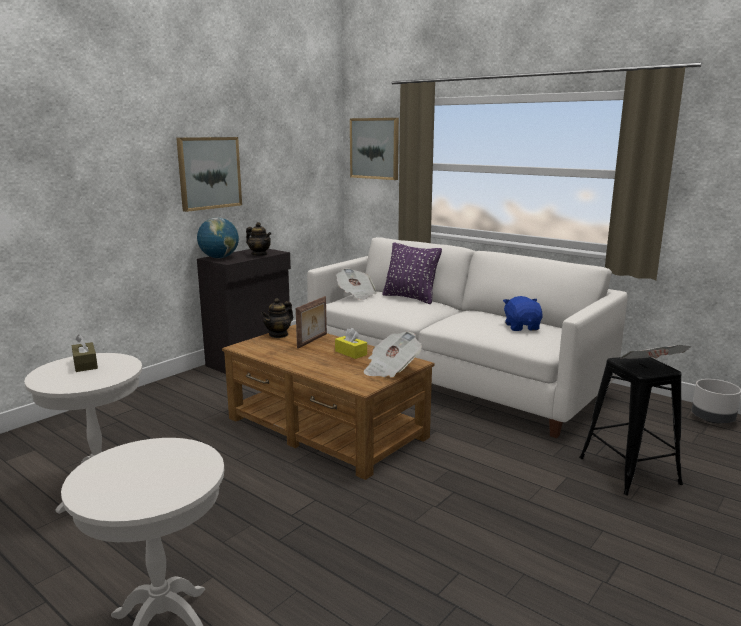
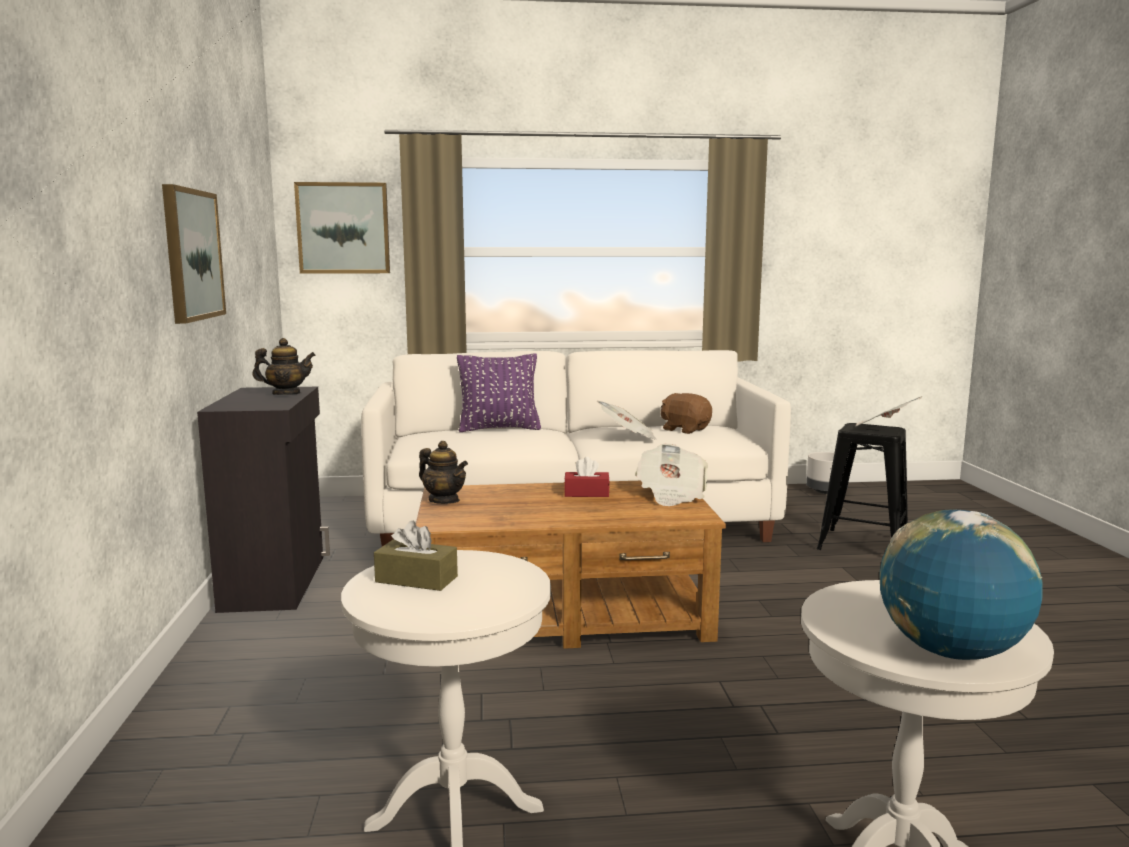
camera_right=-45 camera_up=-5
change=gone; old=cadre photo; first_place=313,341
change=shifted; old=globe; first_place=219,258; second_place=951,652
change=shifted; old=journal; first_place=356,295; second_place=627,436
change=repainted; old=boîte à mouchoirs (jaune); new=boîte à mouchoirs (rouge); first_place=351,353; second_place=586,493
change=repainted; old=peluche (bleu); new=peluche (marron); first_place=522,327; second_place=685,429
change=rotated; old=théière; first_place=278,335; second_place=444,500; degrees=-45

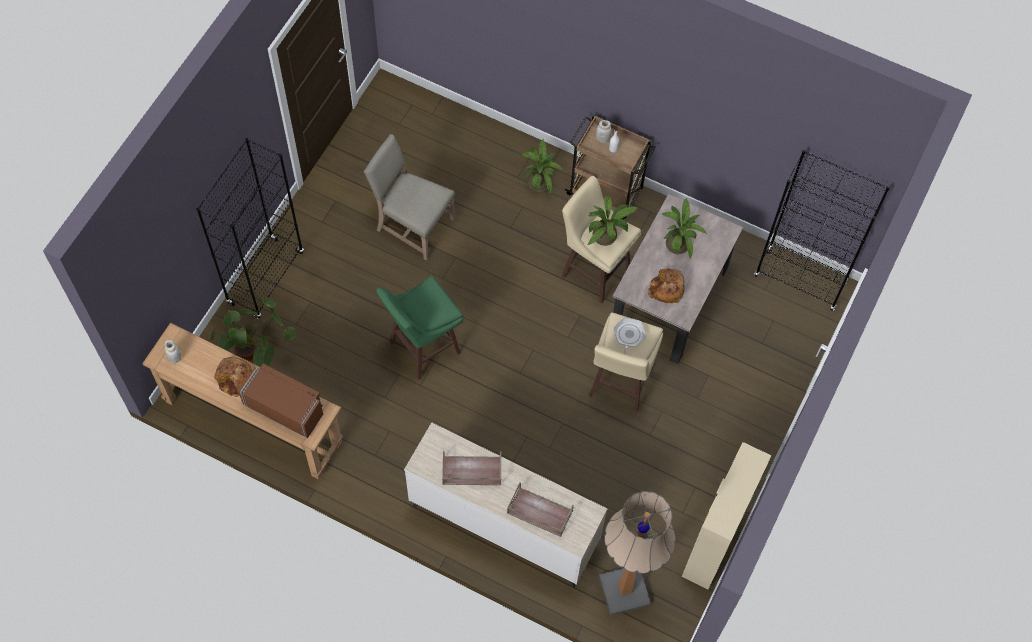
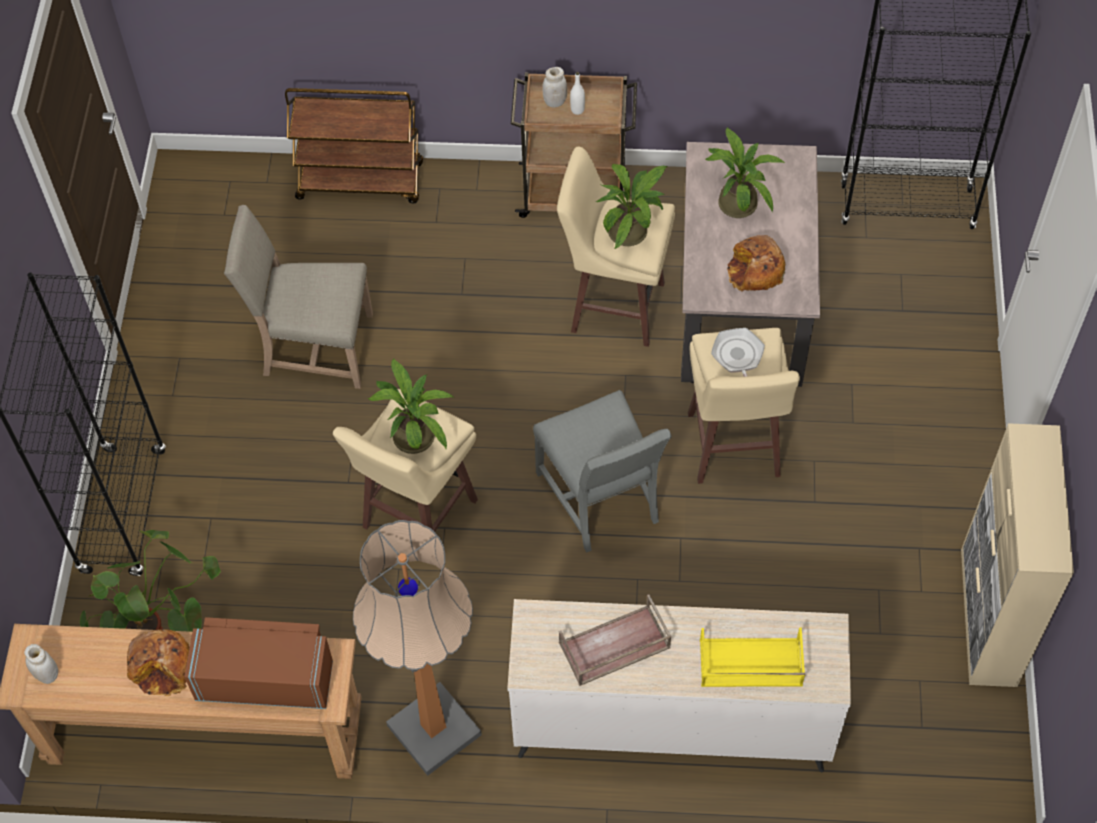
camera_right=-20 camera_up=-5
change=new; new=chariot (marron); second_place=361,181
change=new; new=chaise (gris); second_place=601,498
change=shifted; old=plante en pot; first_place=540,180; second_place=414,432
change=shifted; old=lampadaire; first_place=624,590; second_place=434,730
change=repainted; old=tabouret (vert); new=tabouret (beige); first_place=423,348; second_place=417,516
change=repainted; old=plateau (marron); new=plateau (jaune); first_place=539,512; second_place=749,664

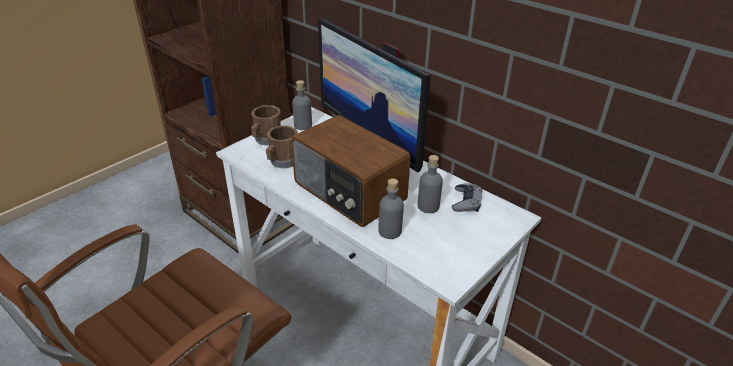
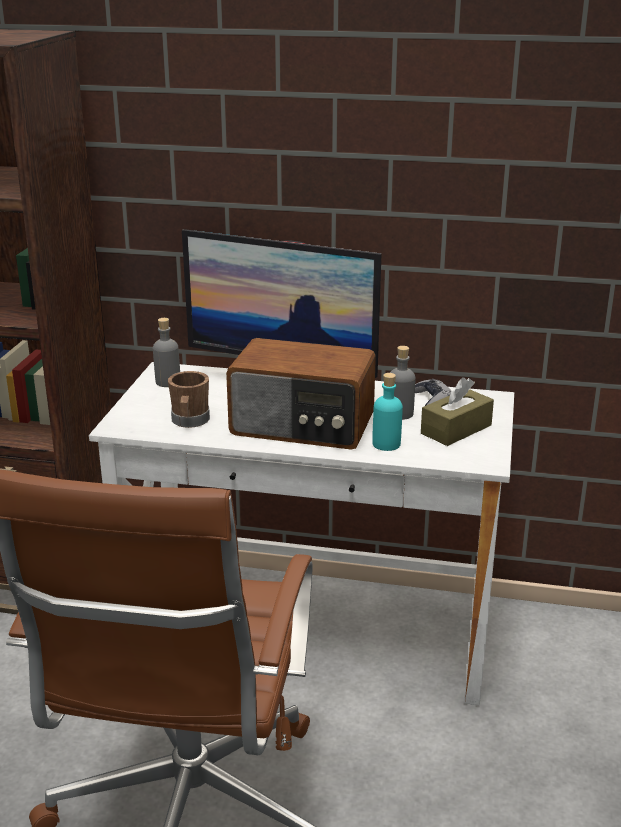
camera_right=-30 camera_up=-10
change=gone; old=mug (marron); first_place=266,140
change=new; new=boîte à mouchoirs (marron); second_place=456,429
change=repainted; old=bouteille (gris); new=bouteille (turquoise); first_place=390,231; second_place=386,444

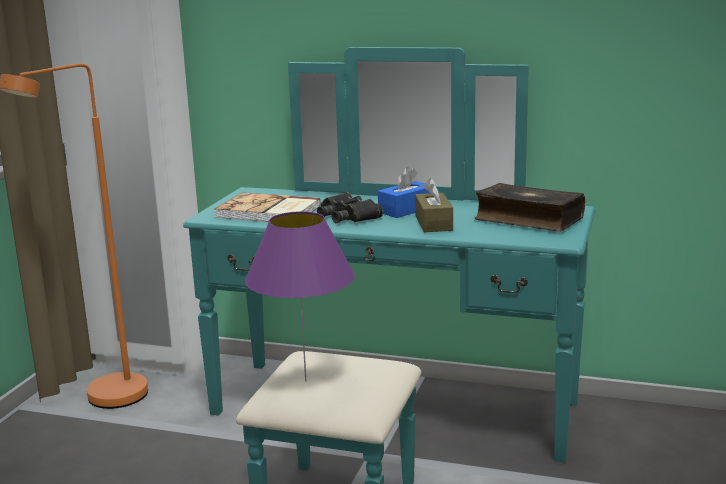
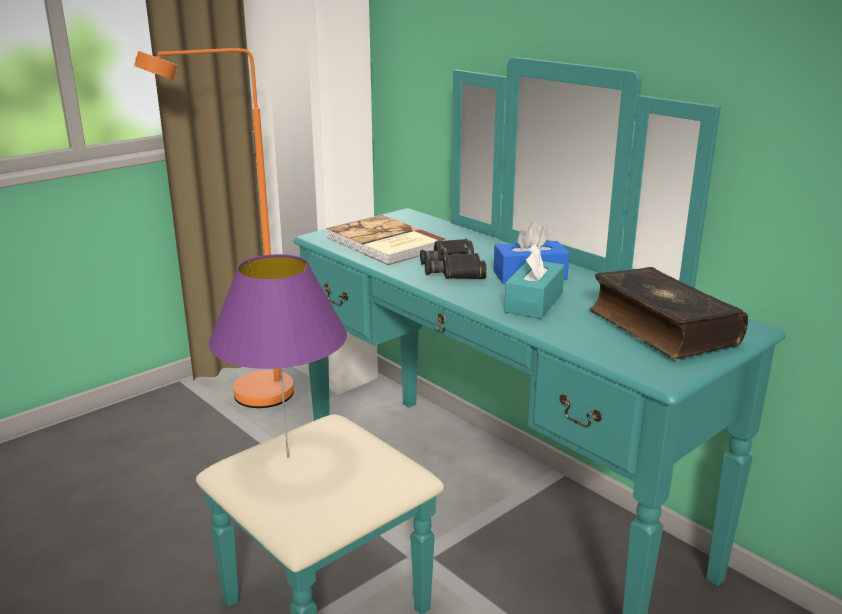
camera_right=30 camera_up=5
change=repainted; old=boîte à mouchoirs (marron); new=boîte à mouchoirs (turquoise); first_place=433,223; second_place=534,302

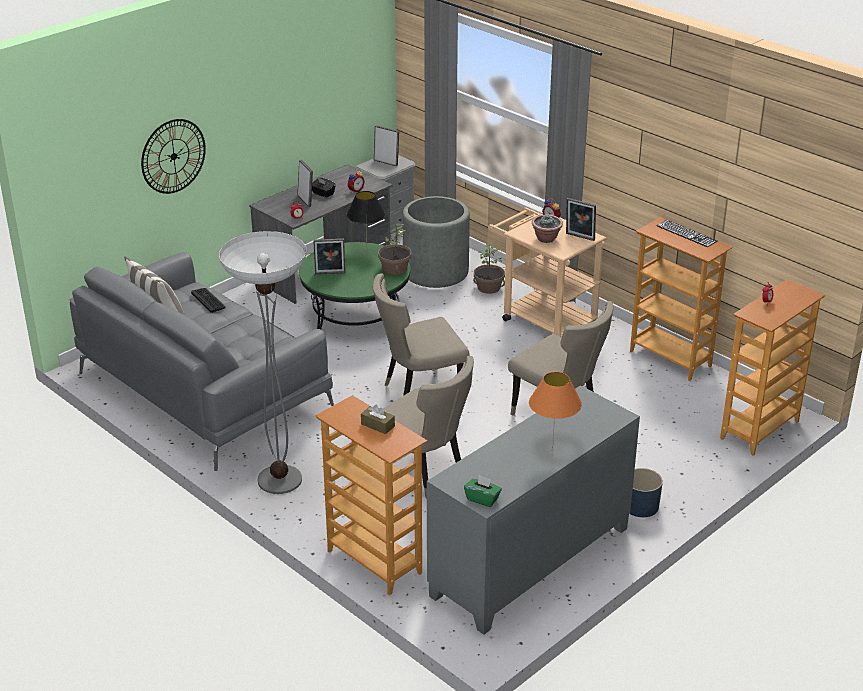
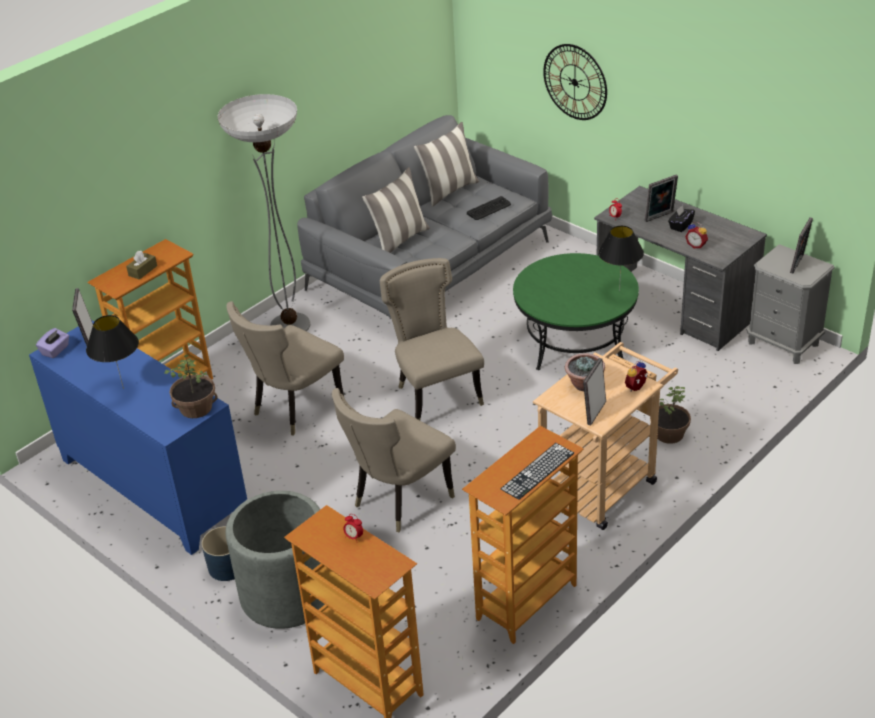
camera_right=90 camera_up=5
change=new; new=coussin; second_place=399,240
change=shifted; old=cadre photo; first_place=330,274; second_place=88,338
change=shifted; old=plante en pot; first_place=394,269; second_place=196,407
change=shifted; old=cache-pot (gris); first_place=435,272; second_place=286,594
change=repainted; old=meuble de rangement (gris); new=meuble de rangement (bleu); first_place=531,562; second_place=151,487
change=repainted; old=boîte à mouchoirs (vert); new=boîte à mouchoirs (violet); first_place=482,499; second_place=55,350
change=repainted; old=lampe de table (orange); new=lampe de table (noir); first_place=552,447; second_place=123,388

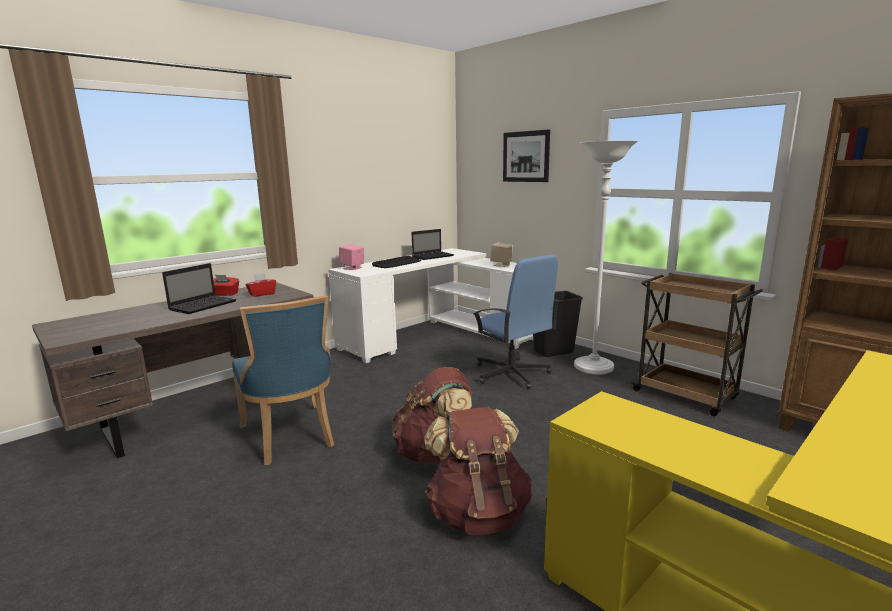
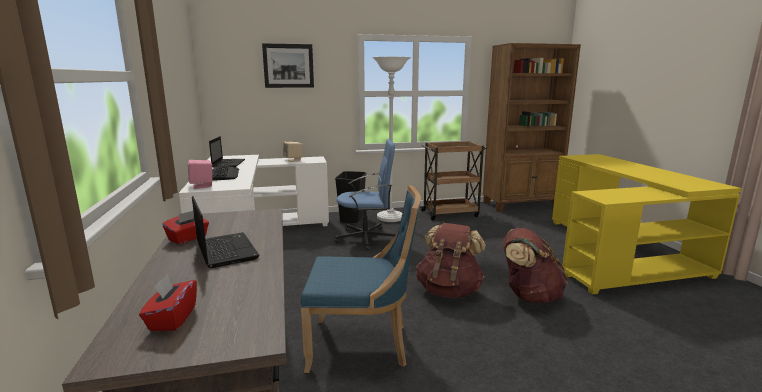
camera_right=-60 camera_up=0
change=shifted; old=boîte à mouchoirs (rouge); first_place=262,294; second_place=172,319

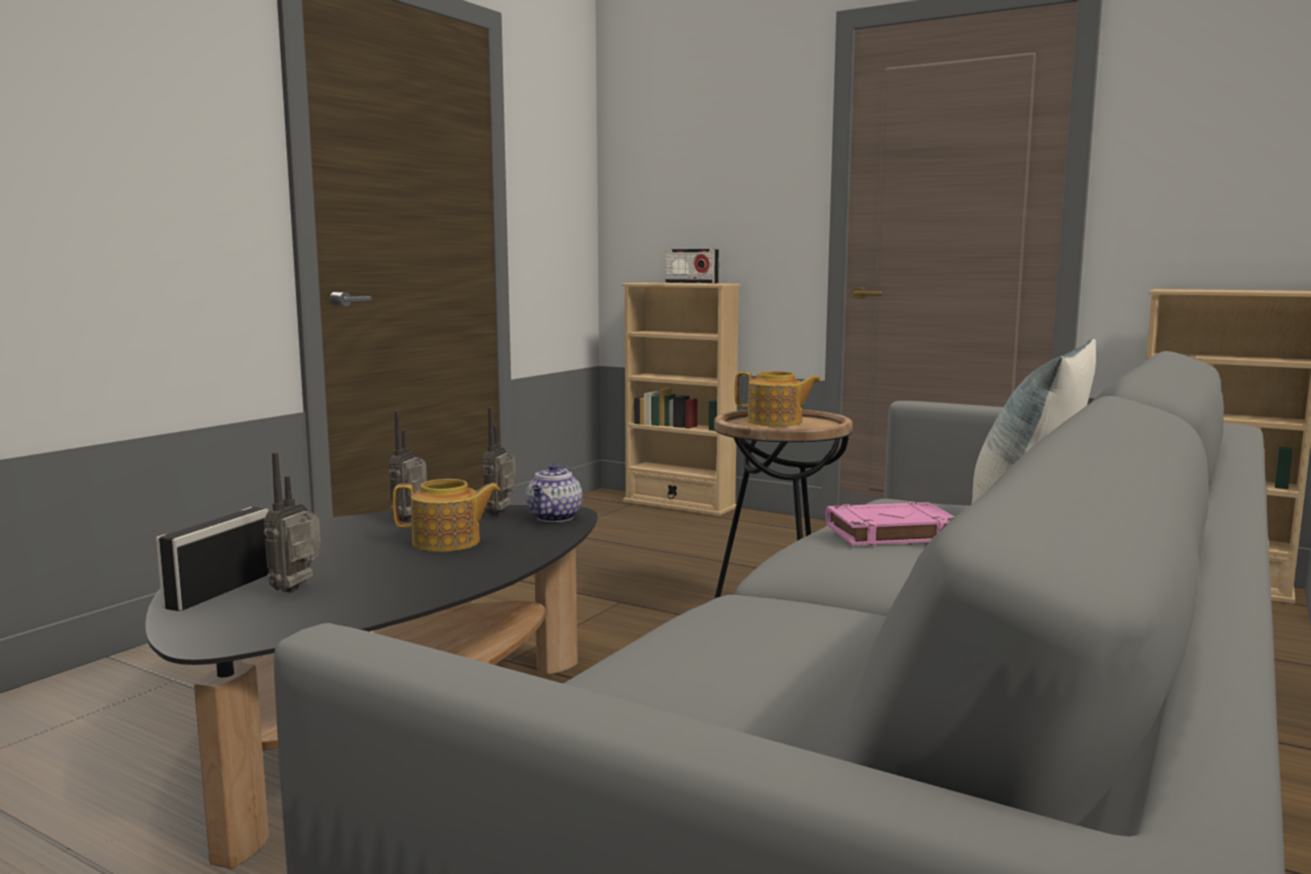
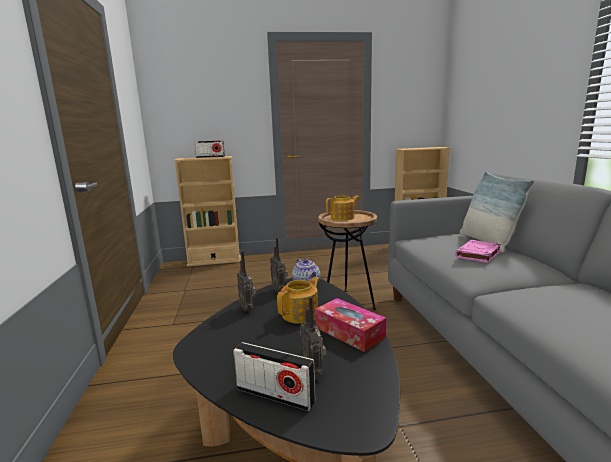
camera_right=-40 camera_up=5
change=new; new=boîte à mouchoirs; second_place=349,332
change=rotated; old=radio; first_place=221,590; second_place=275,395; degrees=-45

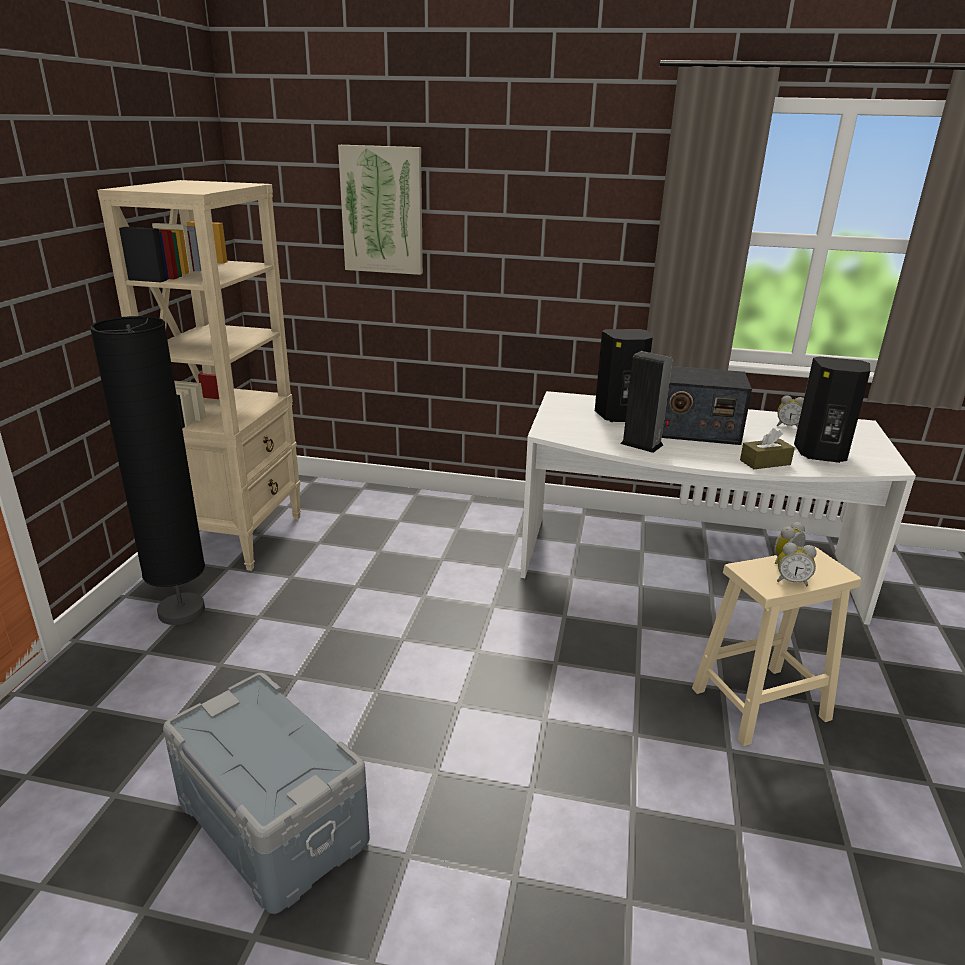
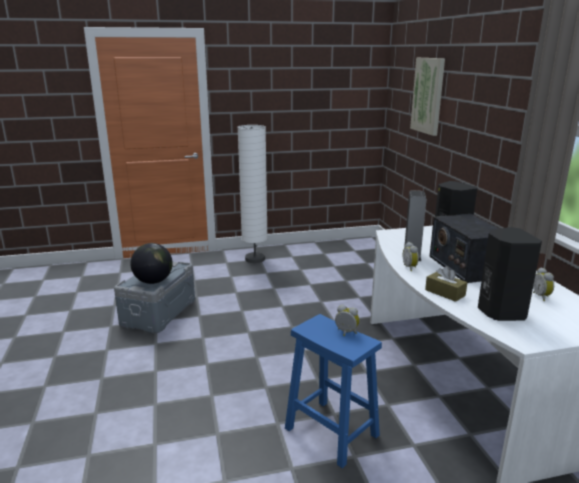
camera_right=65 camera_up=-5
change=gone; old=bibliothèque (beige); first_place=240,536
change=new; new=globe; second_place=153,281
change=shifted; old=réveil; first_place=791,581; second_place=410,267
change=repainted; old=lampadaire (noir); new=lampadaire (blanc); first_place=181,611; second_place=255,259
change=repainted; old=tabouret (beige); new=tabouret (bleu); first_place=758,705; second_place=330,431

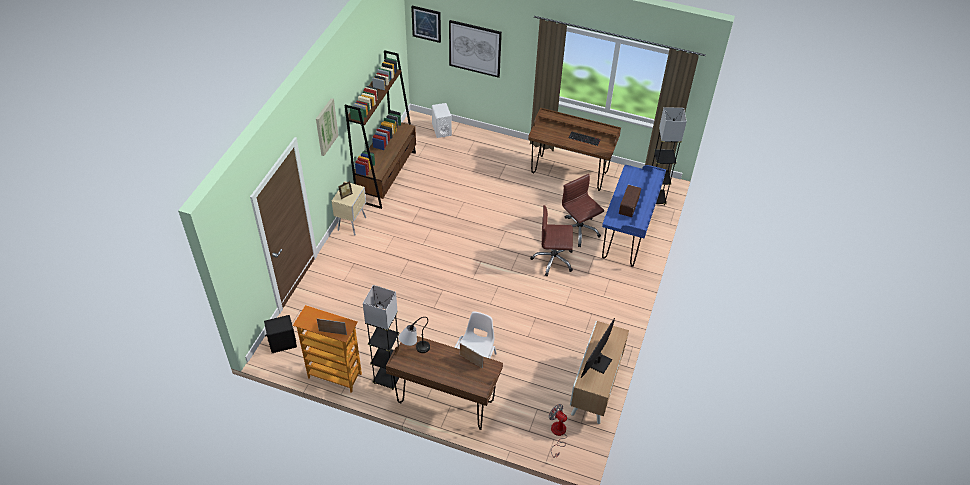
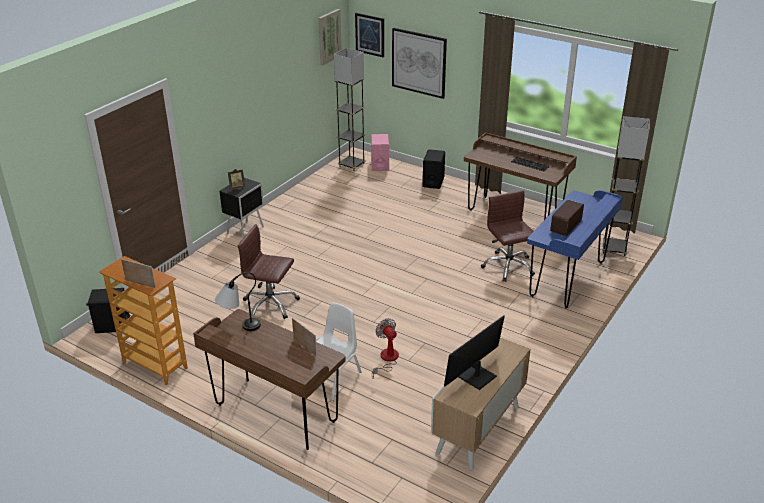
camera_right=15 camera_up=-15
change=gone; old=bibliothèque (marron); first_place=386,176
change=new; new=enceinte (noir); second_place=433,182
change=shifted; old=tableau; first_place=326,127; second_place=329,36
change=shifted; old=lampadaire (gris); first_place=387,378; second_place=351,165
change=shifted; old=chaise de bureau (marron); first_place=553,260; second_place=270,305
change=shifted; old=ventilateur; first_place=558,434; second_place=386,360
change=repainted; old=table de chevet (beige); new=table de chevet (noir); first_place=352,223; second_place=246,230
change=repainted; old=enceinte (blanc); new=enceinte (rose); first_place=441,130; second_place=380,165

